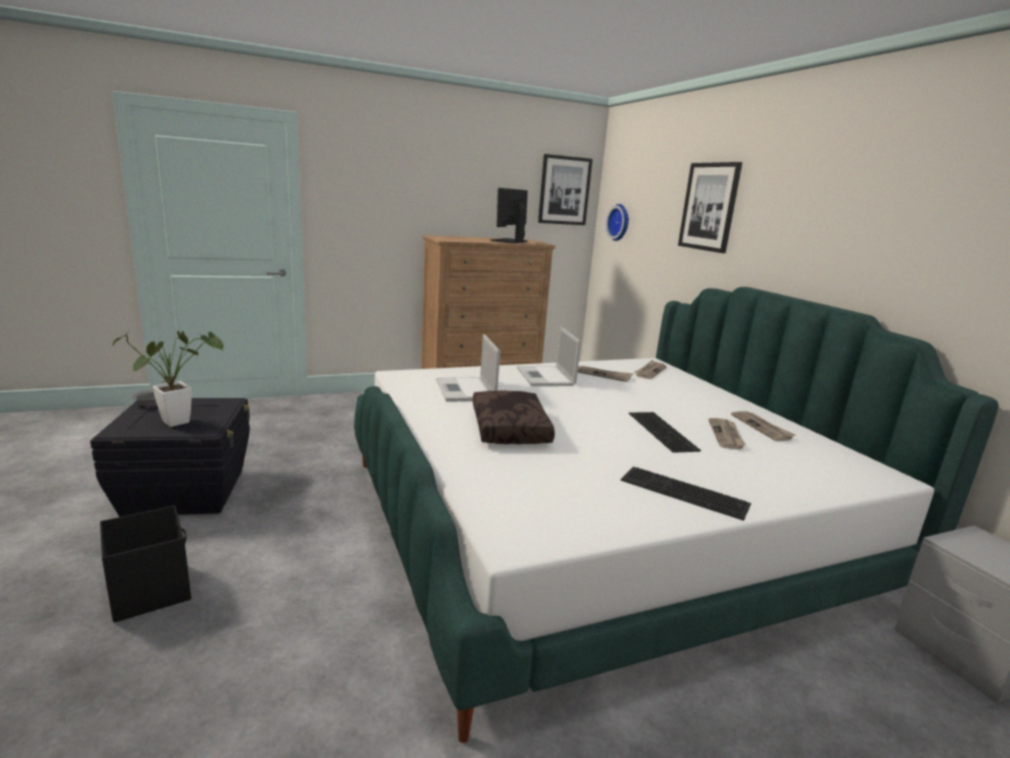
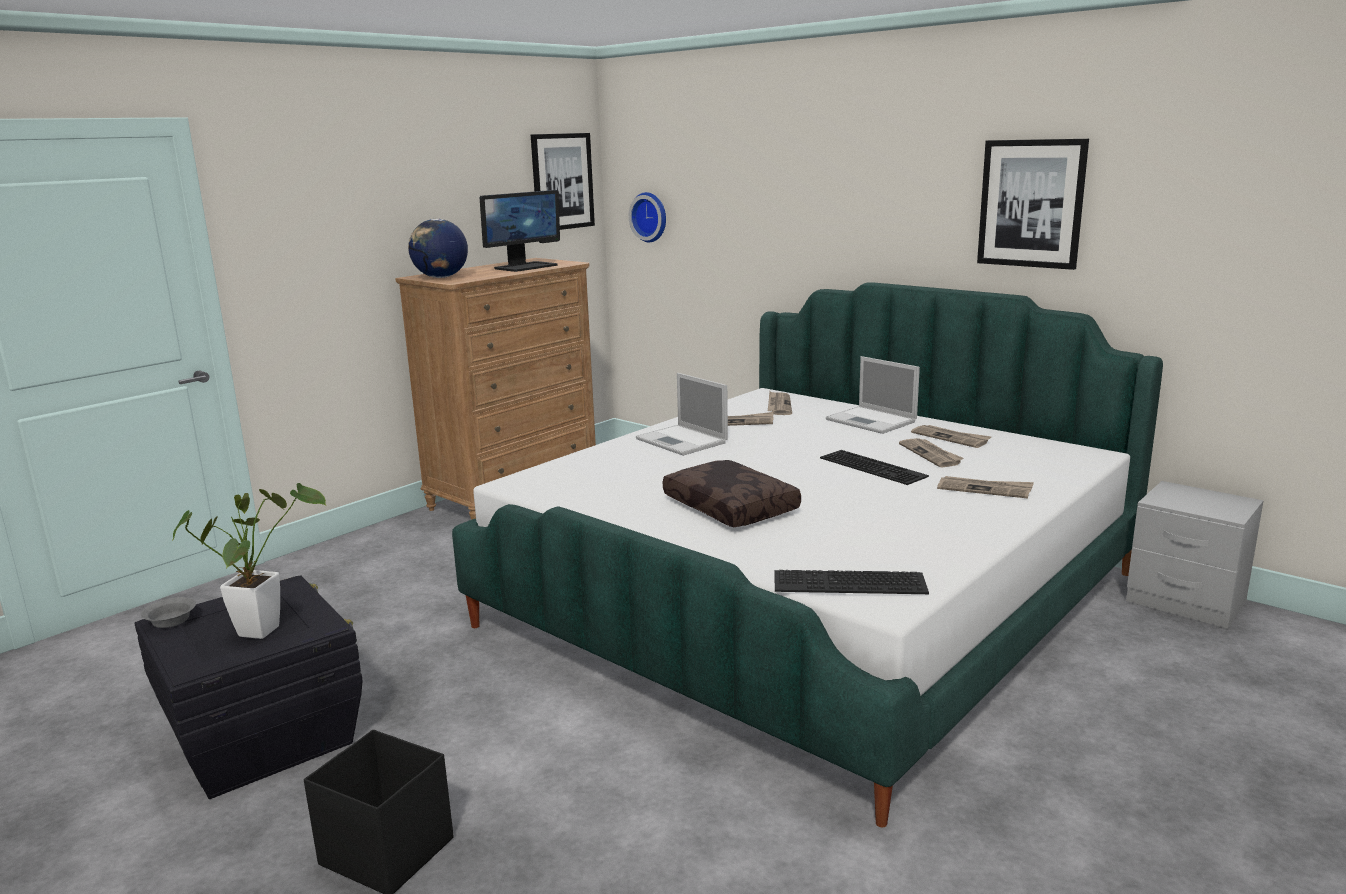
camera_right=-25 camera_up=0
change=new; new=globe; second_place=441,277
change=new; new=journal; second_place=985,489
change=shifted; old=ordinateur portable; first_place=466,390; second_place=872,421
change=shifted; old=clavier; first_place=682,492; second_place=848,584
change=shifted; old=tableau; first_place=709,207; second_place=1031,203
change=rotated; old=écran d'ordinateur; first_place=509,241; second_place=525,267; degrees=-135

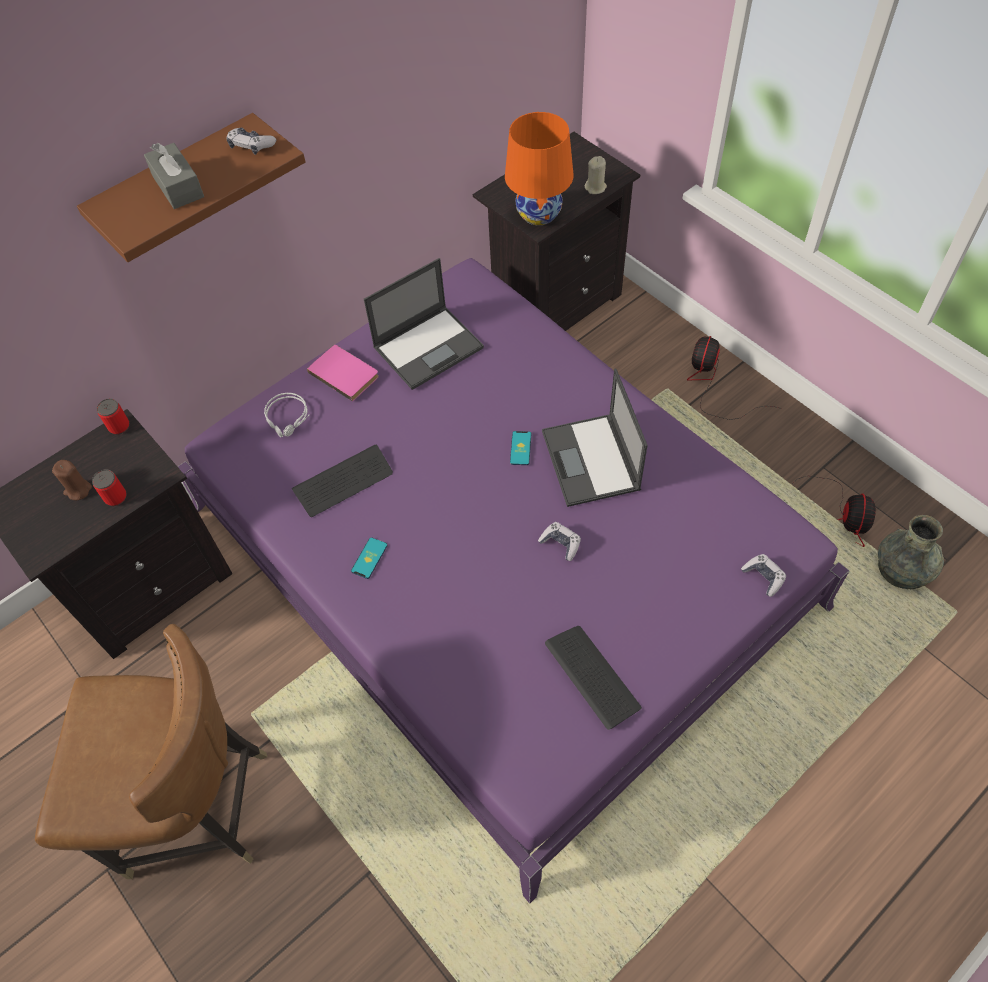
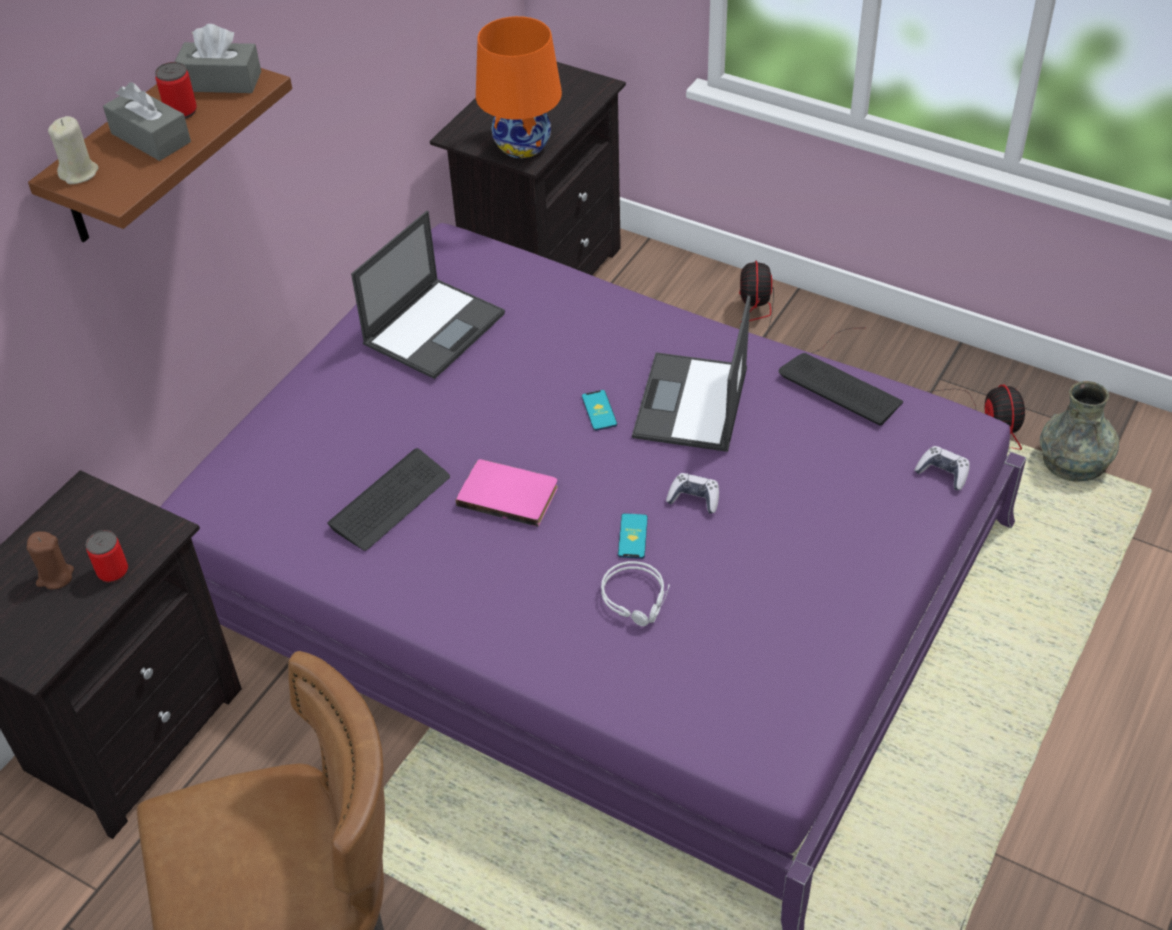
camera_right=-20 camera_up=-10
change=shifted; old=boîte métallique; first_place=119,426; second_place=181,111
change=shifted; old=casque audio (gris); first_place=288,418; second_place=637,598
change=shifted; old=livre (rose); first_place=345,373; second_place=509,493
change=shifted; old=téléphone; first_place=369,558; second_place=632,536
change=shifted; old=clavier; first_place=592,676; second_place=840,390
change=shifted; old=bougie (beige); first_place=595,187; second_place=79,173
change=swapped; old=manette; new=boîte à mouchoirs (gris); first_place=251,146; second_place=221,81
change=rotated; old=ordinateur portable; first_place=591,461; second_place=691,404; degrees=45

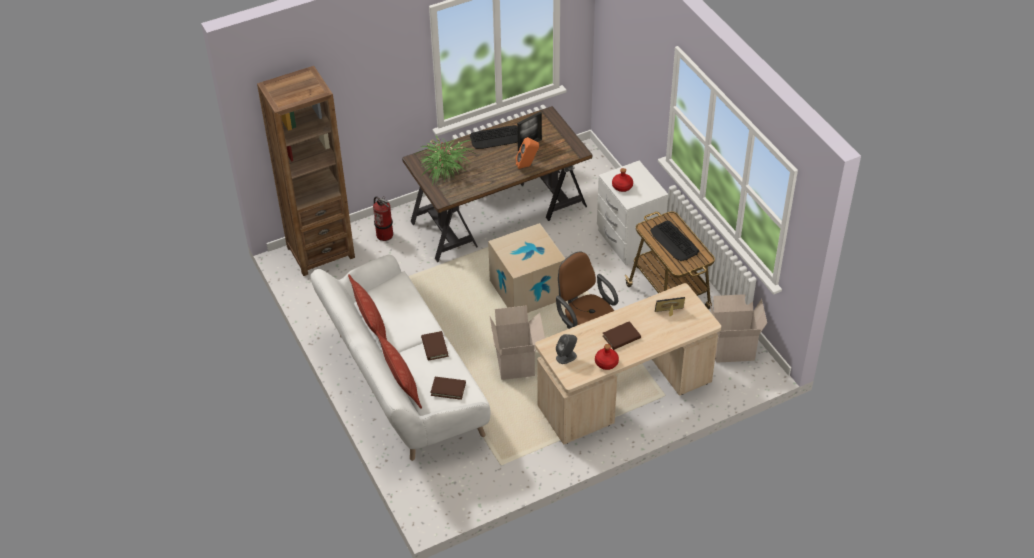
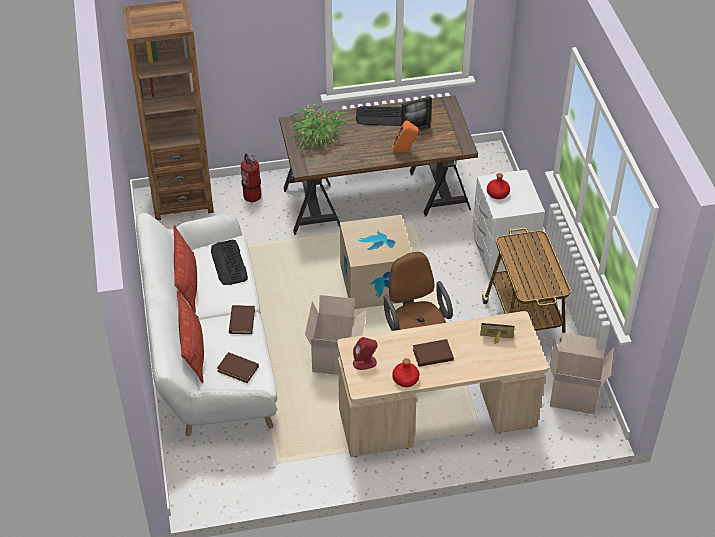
camera_right=15 camera_up=0
change=shifted; old=clavier; first_place=674,242; second_place=229,263
change=repainted; old=enceinte (gris); new=enceinte (rouge); first_place=566,357; second_place=365,362

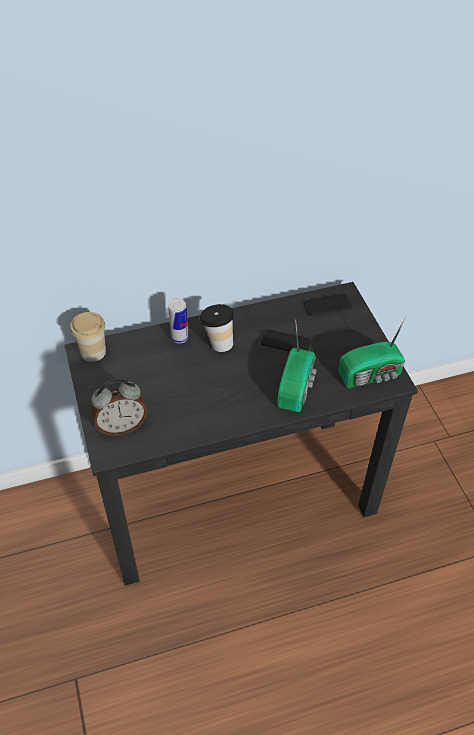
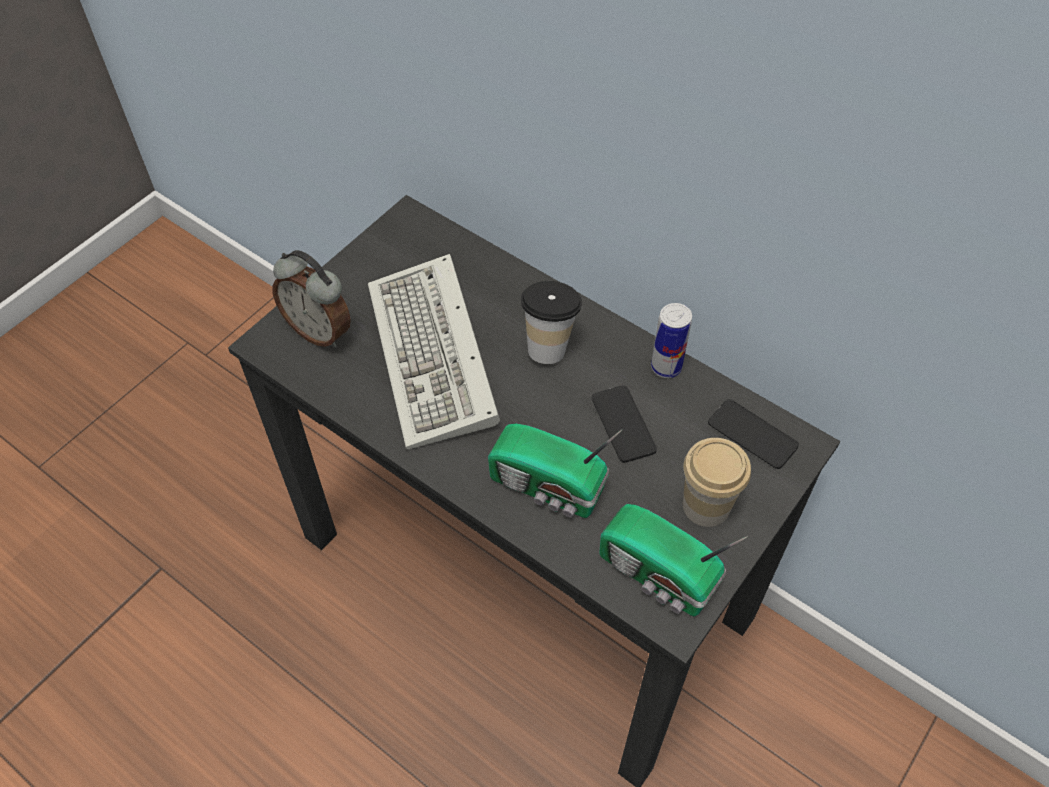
camera_right=55 camera_up=5
change=new; new=clavier; second_place=436,358
change=shifted; old=tasse; first_place=93,352; second_place=706,505
change=shifted; old=boîte métallique; first_place=179,337; second_place=666,367
change=rotated; old=radio; first_place=297,386; second_place=549,487; degrees=45

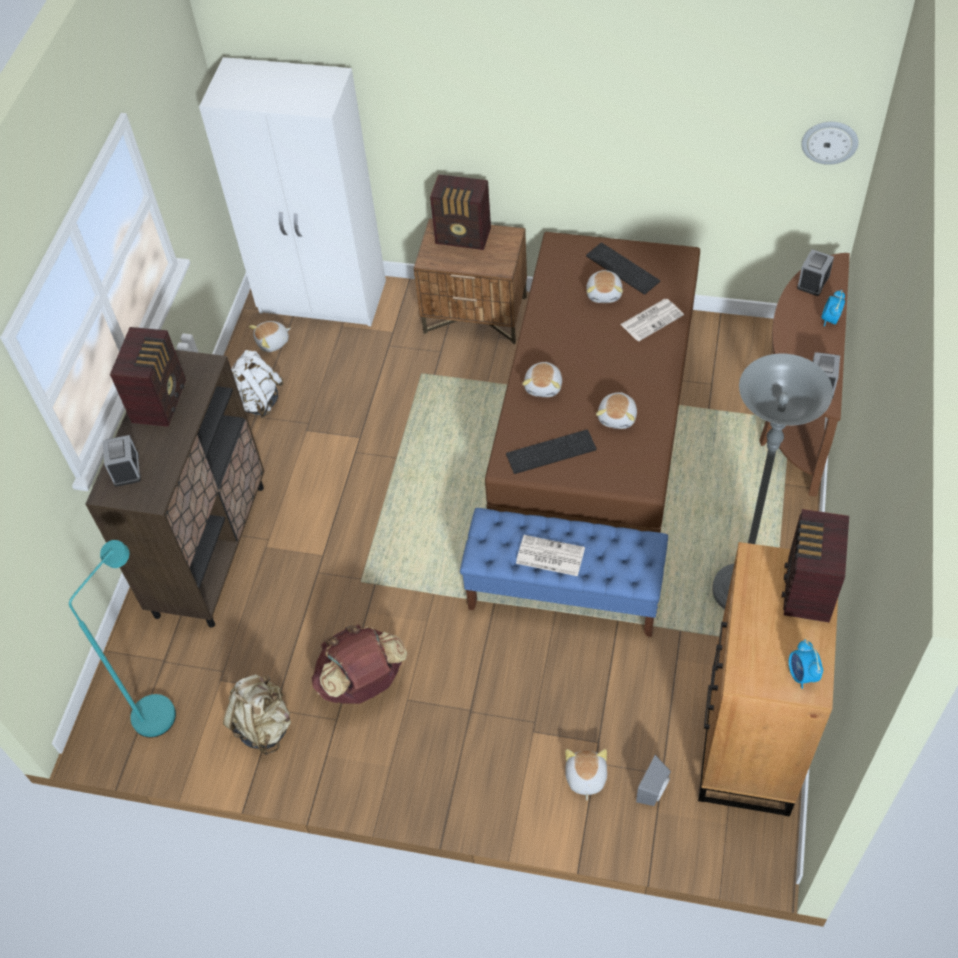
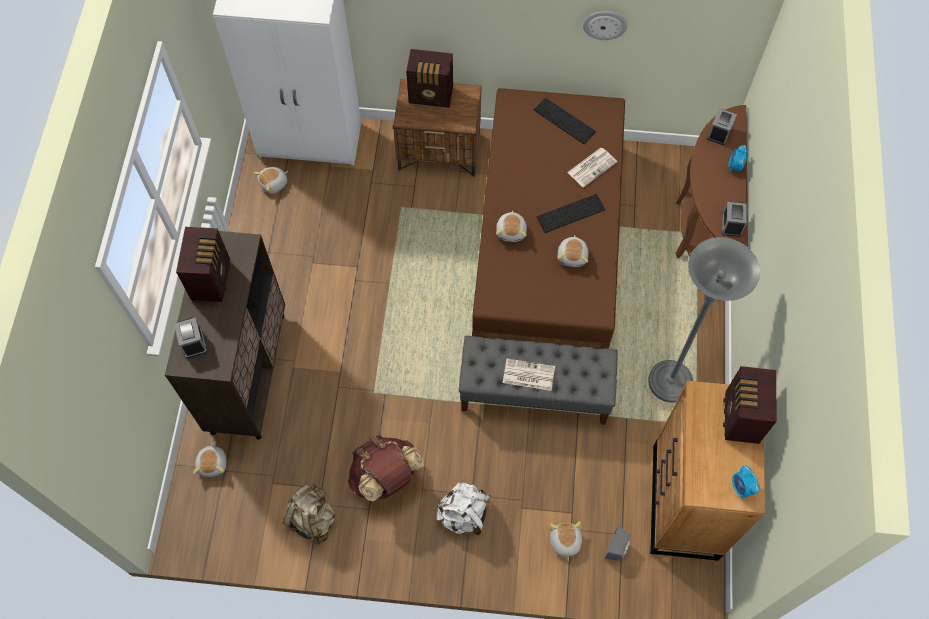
camera_right=-10 camera_up=10
change=gone; old=lampadaire (turquoise); first_place=160,706
change=shifted; old=sac à dos (blanc); first_place=255,402; second_place=464,514
change=shifted; old=clavier; first_place=551,450; second_place=570,212
change=shifted; old=peluche; first_place=604,293; second_place=213,463
change=shifted; old=horloge murale; first_place=829,141; second_place=605,24
change=repainted; old=banc (bleu); new=banc (gris); first_place=565,593; second_place=535,392

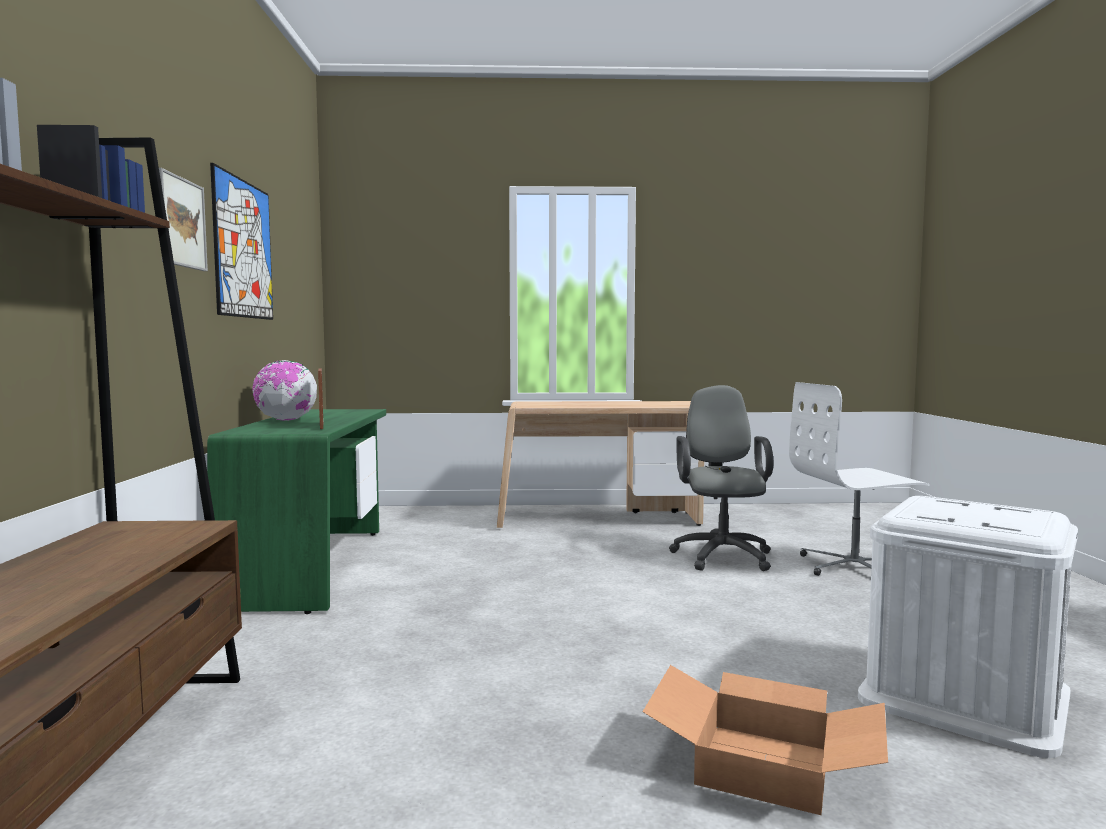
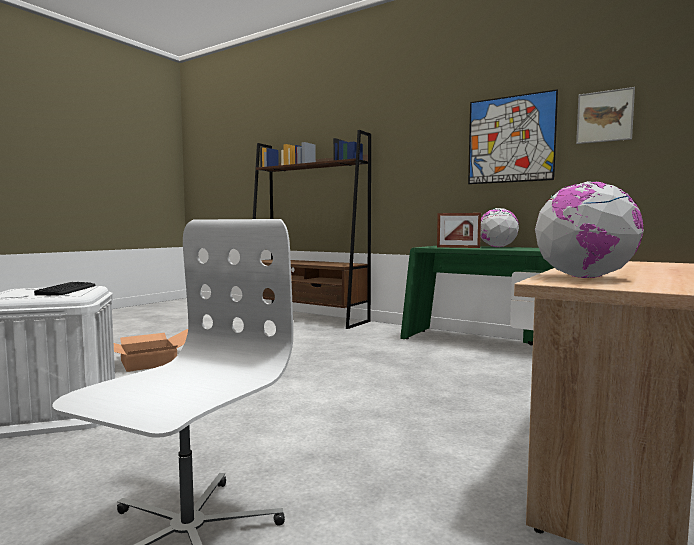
camera_right=125 camera_up=0
change=gone; old=chaise de bureau (gris); first_place=721,555
change=new; new=clavier; second_place=67,290
change=new; new=globe; second_place=584,277
change=shifted; old=tableau; first_place=181,222; second_place=604,116

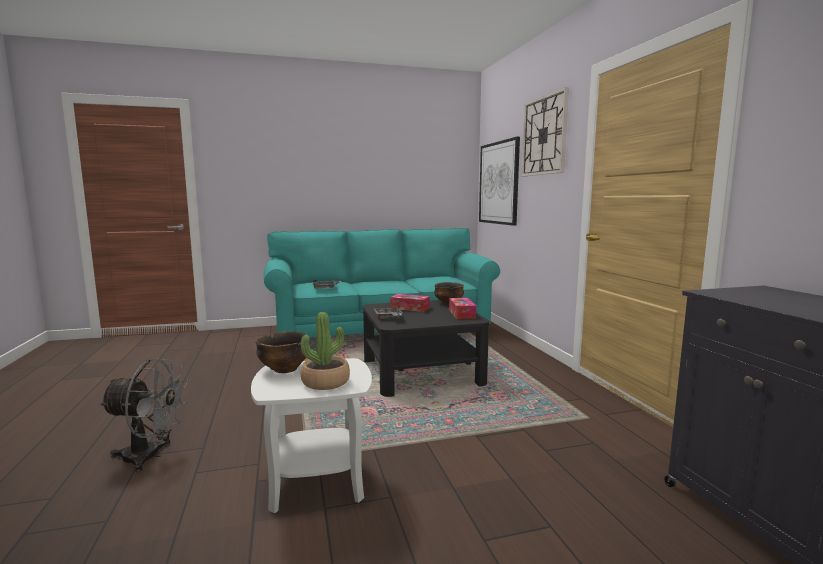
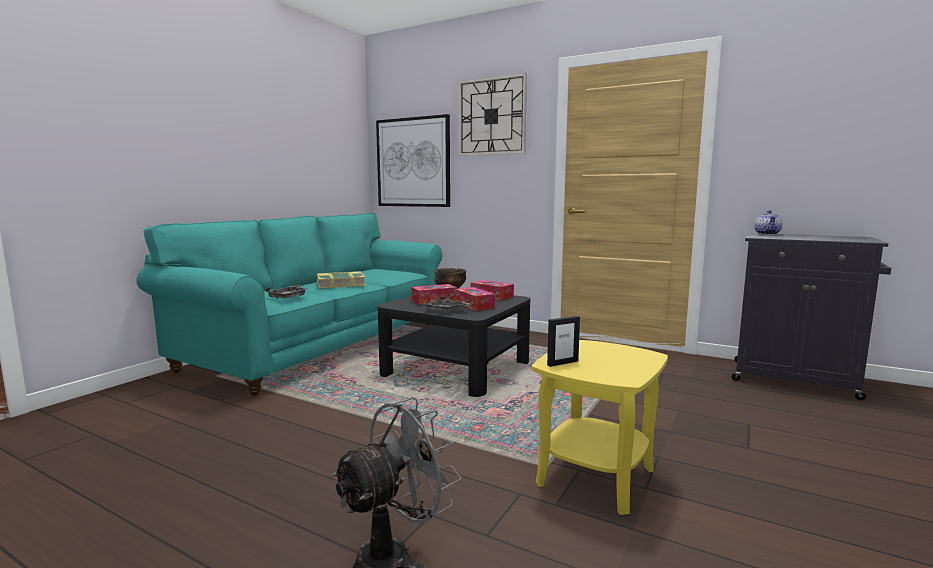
camera_right=-45 camera_up=0
change=gone; old=plante en pot; first_place=325,382
change=new; new=livre; second_place=341,284
change=new; new=boîte à mouchoirs; second_place=474,305
change=new; new=théière; second_place=768,234
change=swapped; old=bol; new=cadre photo; first_place=284,369; second_place=562,363
change=repainted; old=table d'appoint (blanc); new=table d'appoint (jaune); first_place=316,481; second_place=596,477

